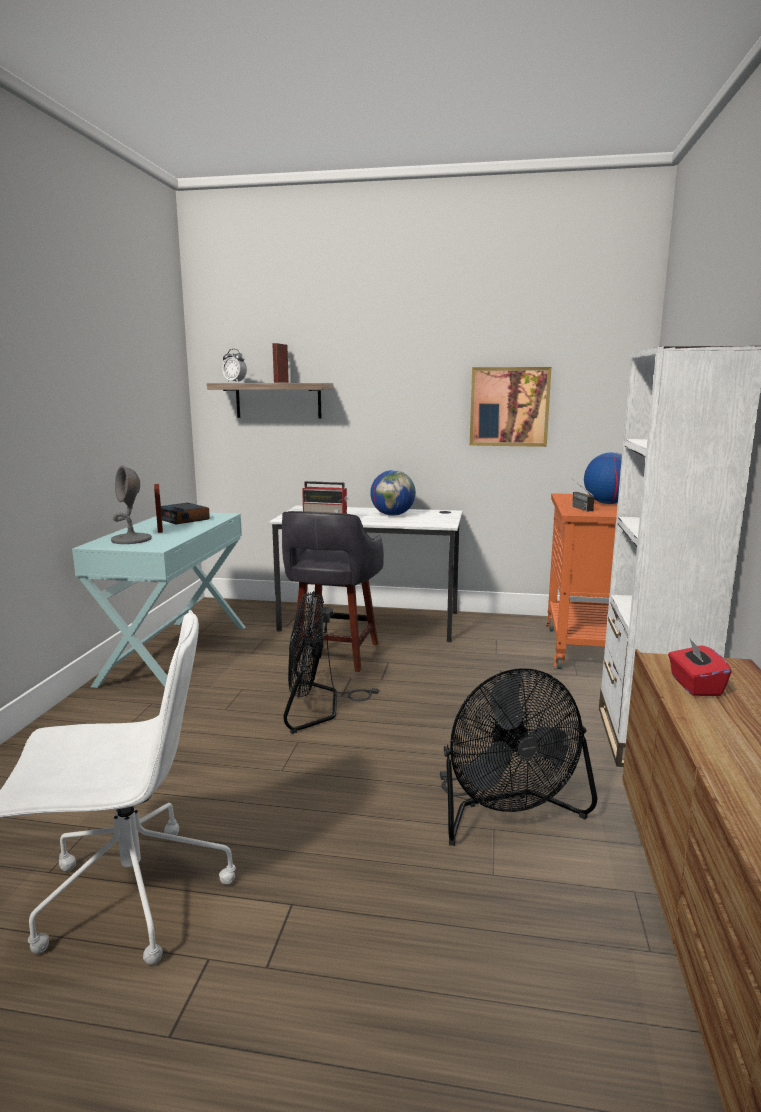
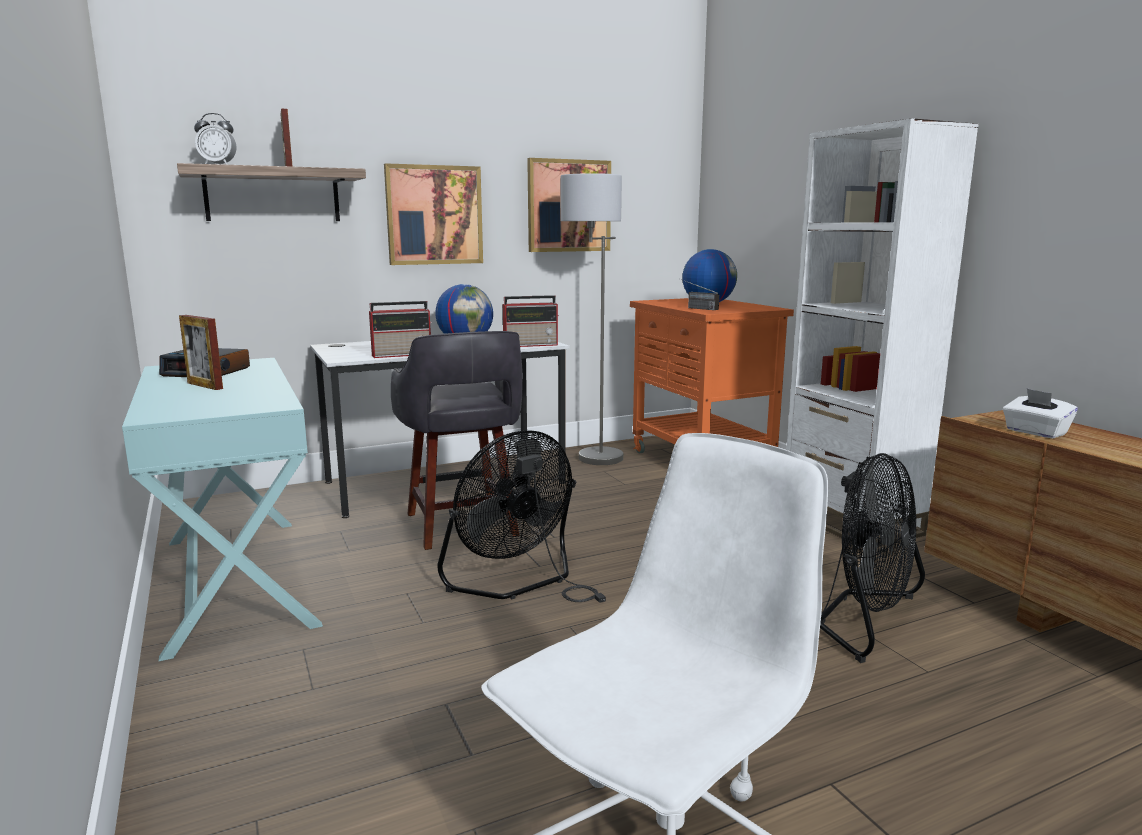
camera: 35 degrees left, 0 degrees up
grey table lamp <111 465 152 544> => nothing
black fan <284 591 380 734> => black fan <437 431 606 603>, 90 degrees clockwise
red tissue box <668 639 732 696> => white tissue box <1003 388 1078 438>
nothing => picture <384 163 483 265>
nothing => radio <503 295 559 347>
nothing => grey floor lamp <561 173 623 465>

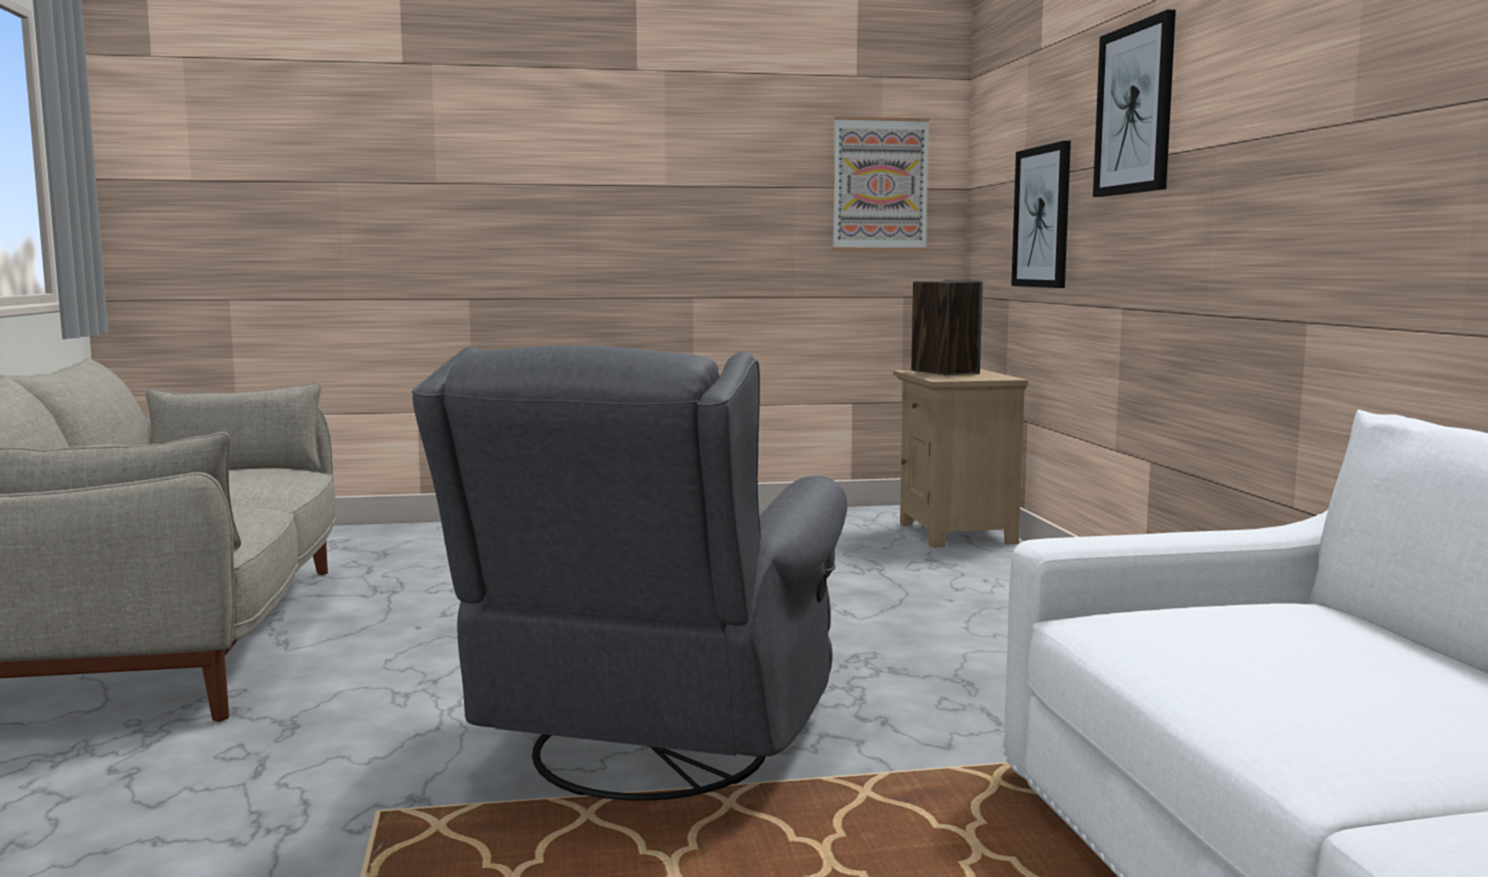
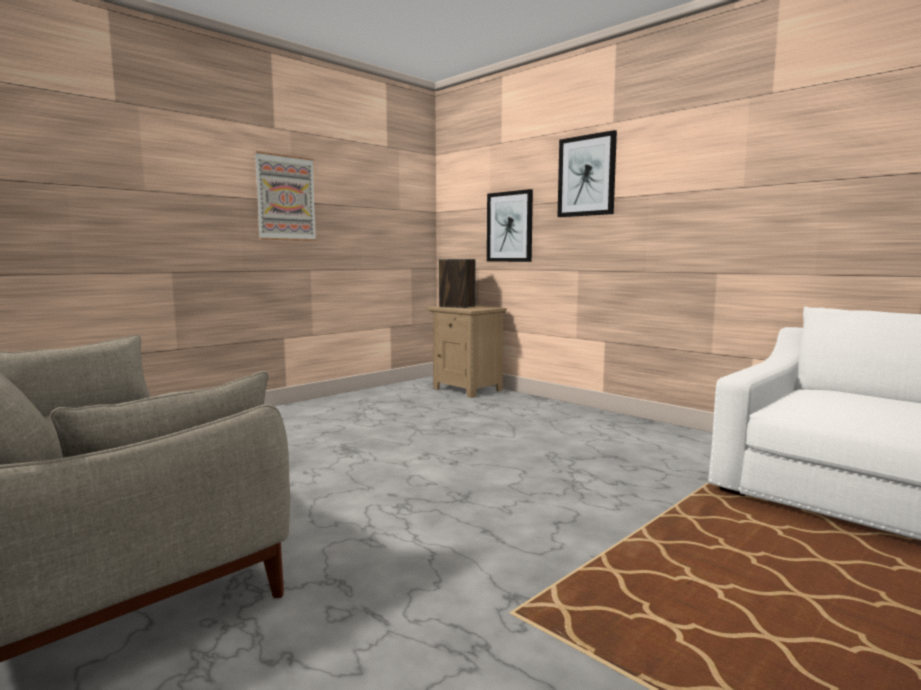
camera: 35 degrees left, 0 degrees up
grey armchair <412 345 848 801> => nothing
picture <833 116 930 250> => picture <254 151 317 241>, moved

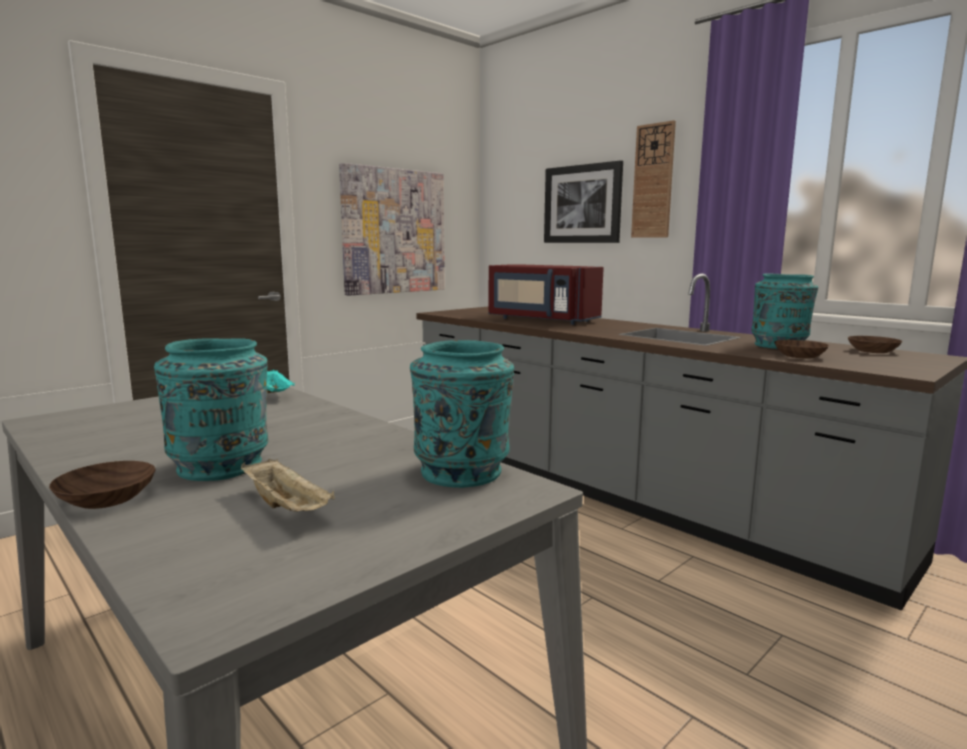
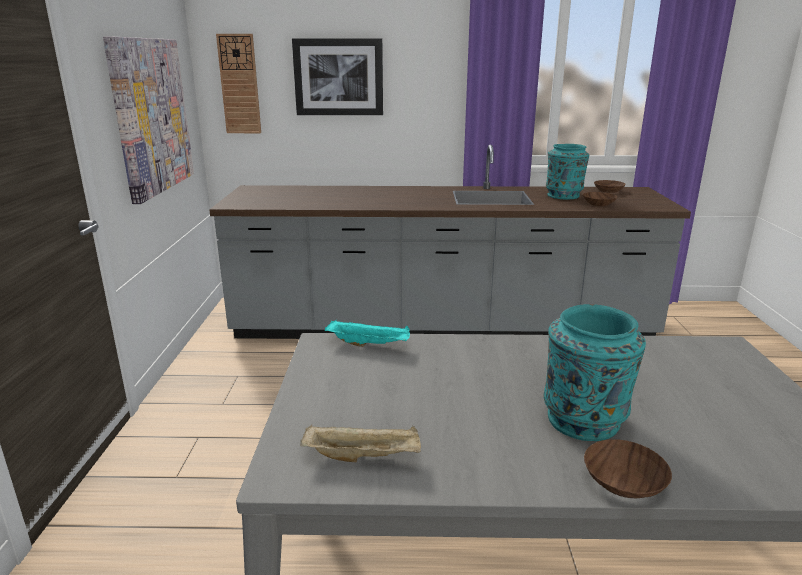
camera: 45 degrees left, 10 degrees up
beige tray <241 459 335 512> => beige tray <300 425 421 462>, moved
turquoise vase <410 340 514 488> => nothing
red microwave <488 264 604 325> => nothing
wall clock <631 120 676 238> => wall clock <216 34 261 133>, moved

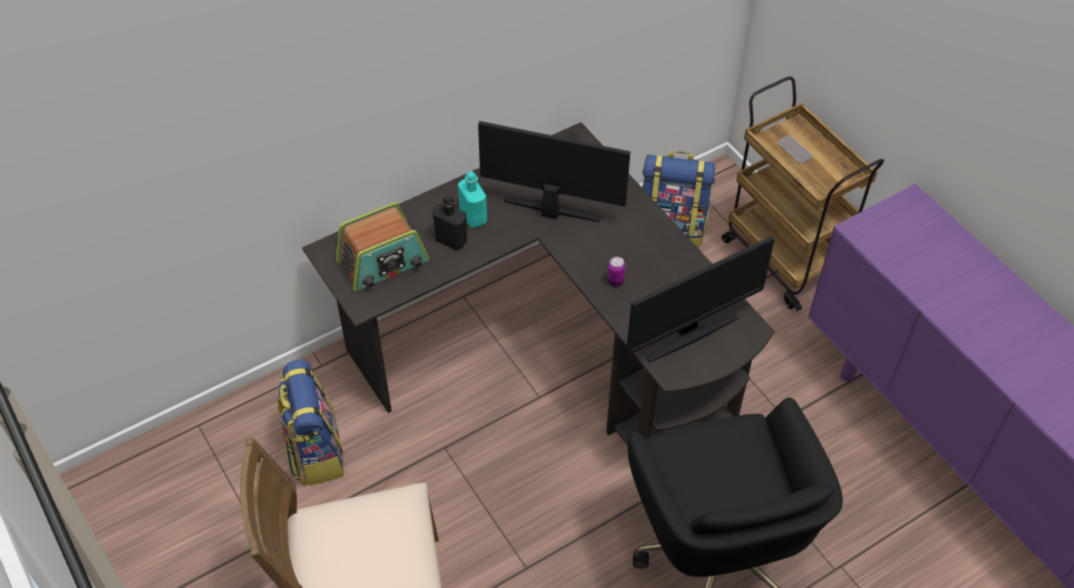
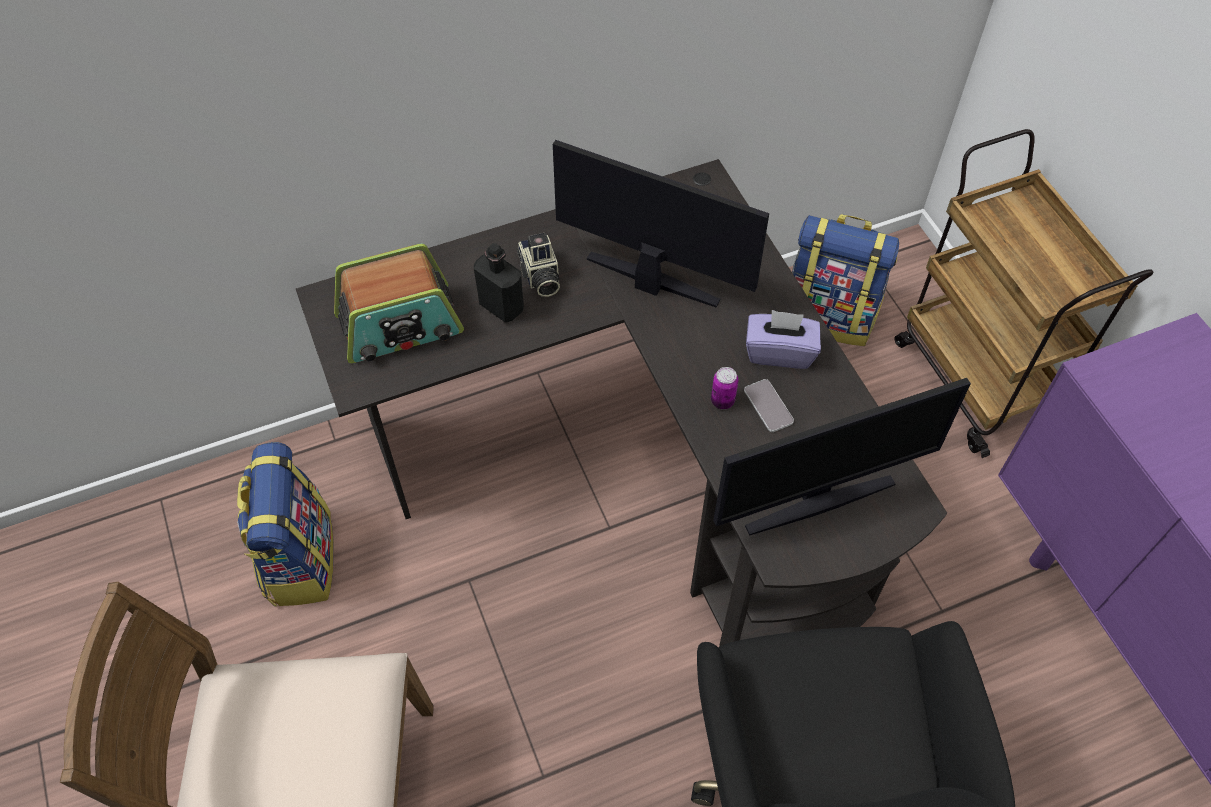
camera: 10 degrees right, 5 degrees up
turquoise bottle <458 171 487 228> => photo camera <516 233 560 297>
phone <778 136 813 163> => phone <744 379 794 432>, moved
nothing => purple tissue box <746 310 821 369>

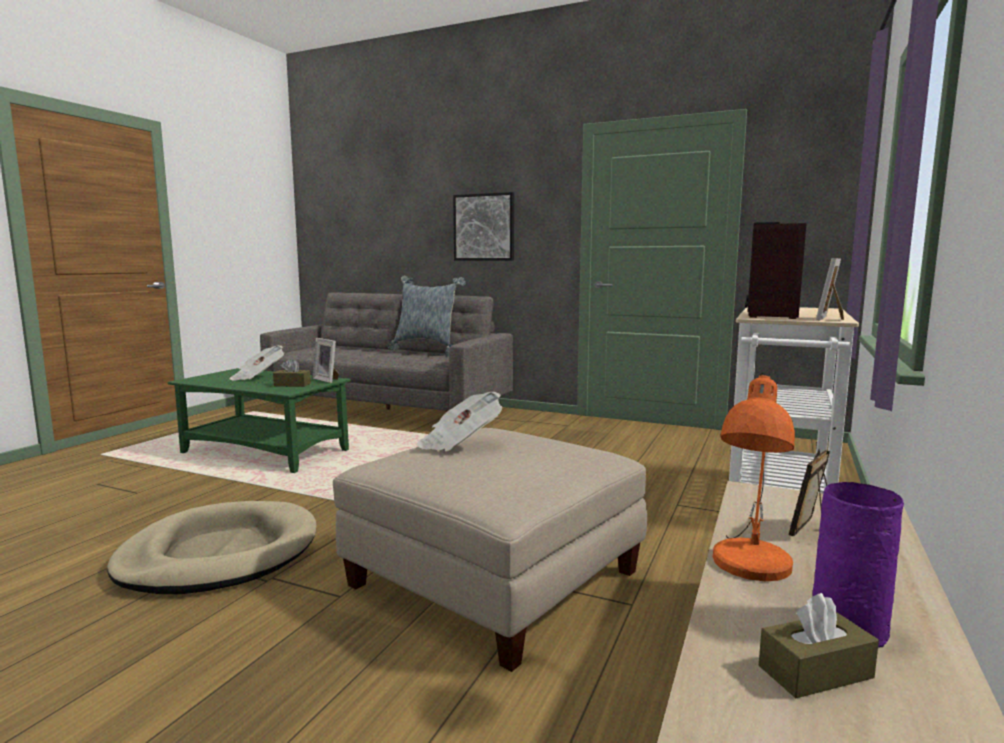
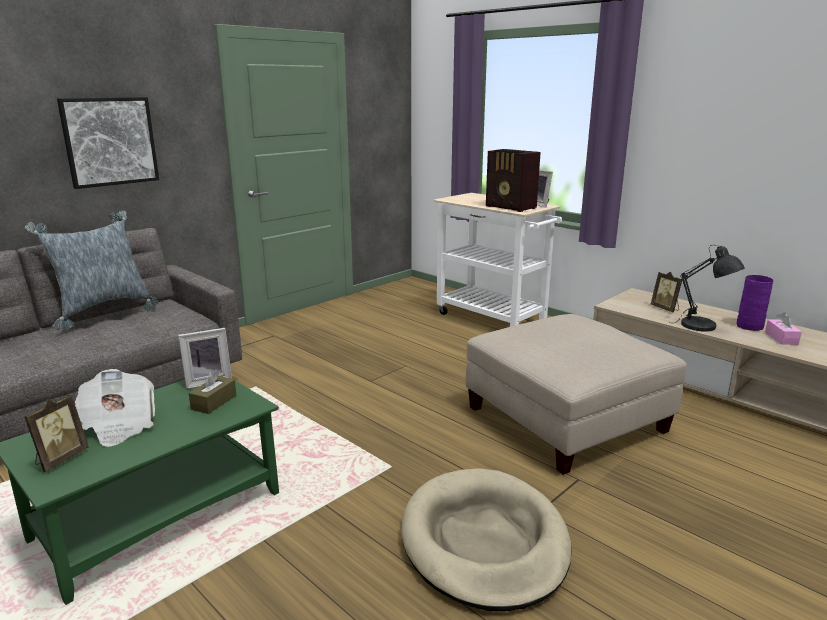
camera: 70 degrees left, 10 degrees up
newspaper <417 392 502 451> => nothing
orange table lamp <713 373 795 581> => grey table lamp <675 245 745 332>
brown tissue box <759 593 879 698> => pink tissue box <765 312 802 345>
nothing => picture frame <25 395 89 472>

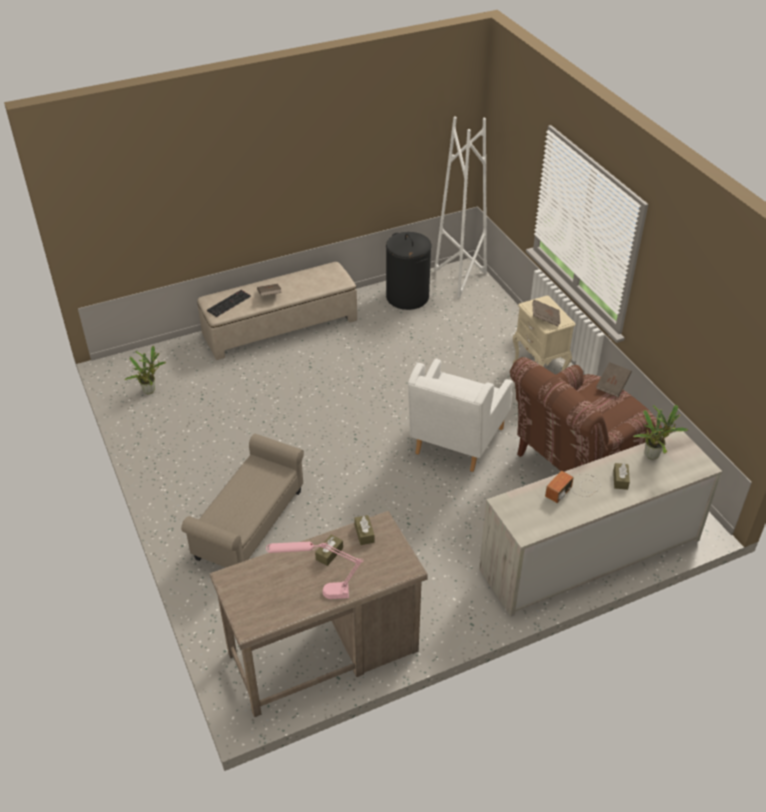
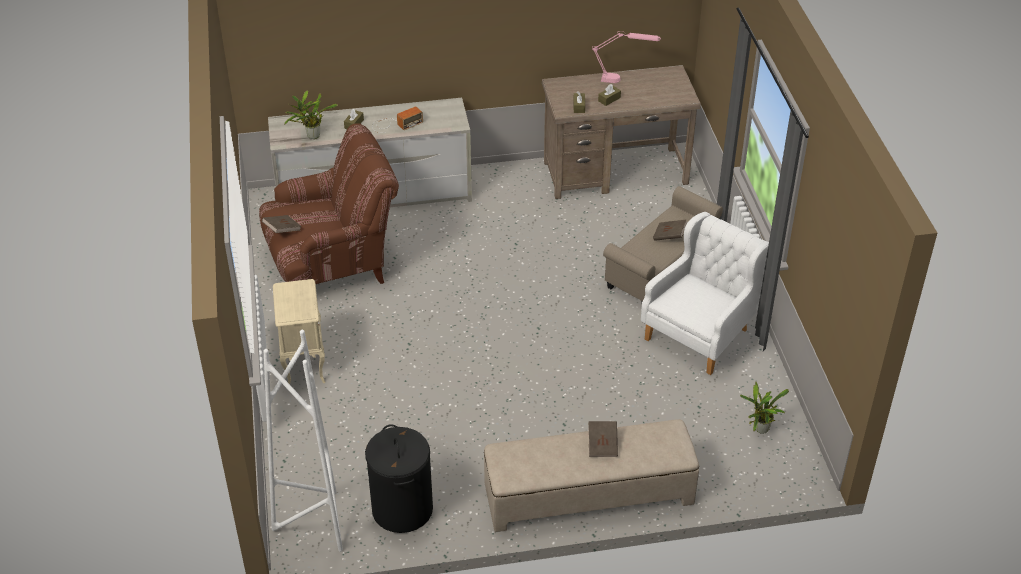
camera: 165 degrees left, 0 degrees up
keyboard <207 290 251 317> => nothing
white armchair <408 359 513 472> => white armchair <641 212 769 375>, moved
brown book <533 300 561 326> => brown book <653 220 687 241>, moved

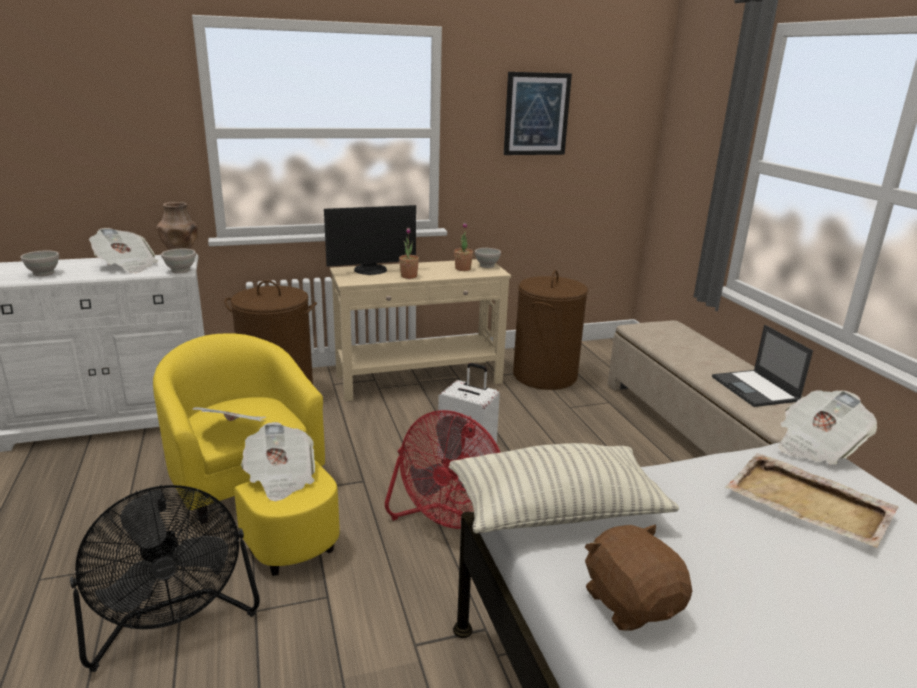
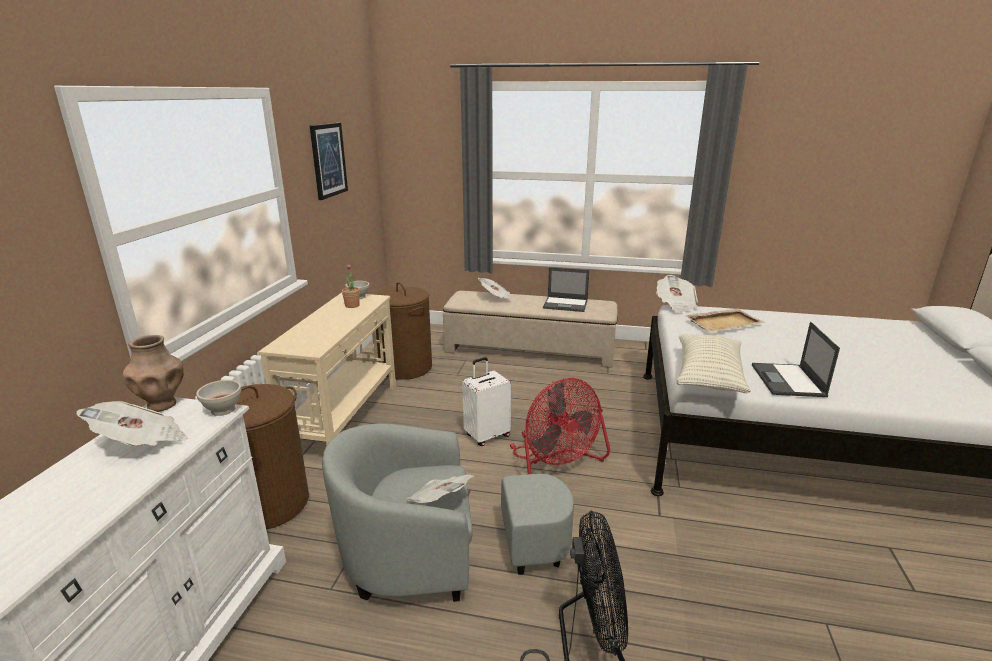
camera: 60 degrees left, 0 degrees up
white bowl <20 251 59 276> => nothing
yellow armchair <153 333 340 576> => grey armchair <322 423 574 602>
newspaper <241 422 315 501> => newspaper <478 278 514 301>, moved
monitor <324 205 416 275> => nothing
potted plant <399 227 419 279> => nothing
brown plush toy <585 524 692 630> => laptop <752 322 840 397>

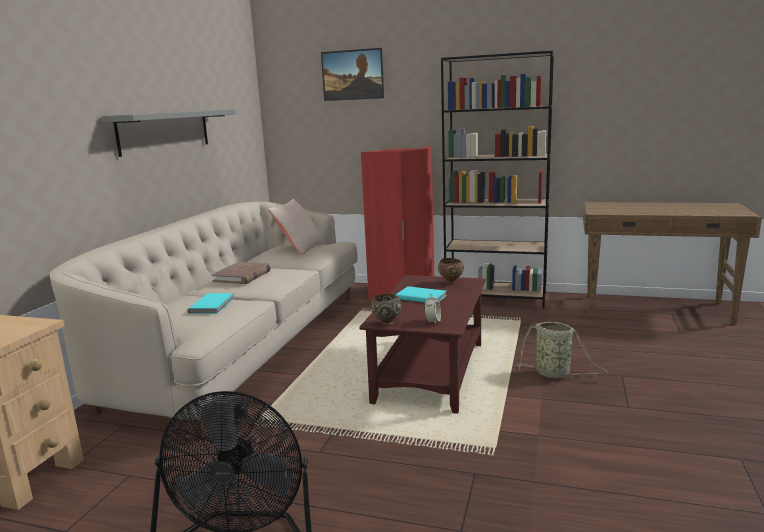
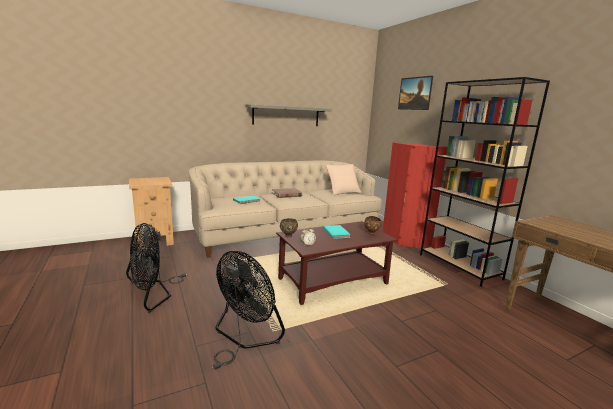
camera: 45 degrees right, 0 degrees up
basket <516 322 608 378> => nothing
nothing => black fan <213 251 285 370>

